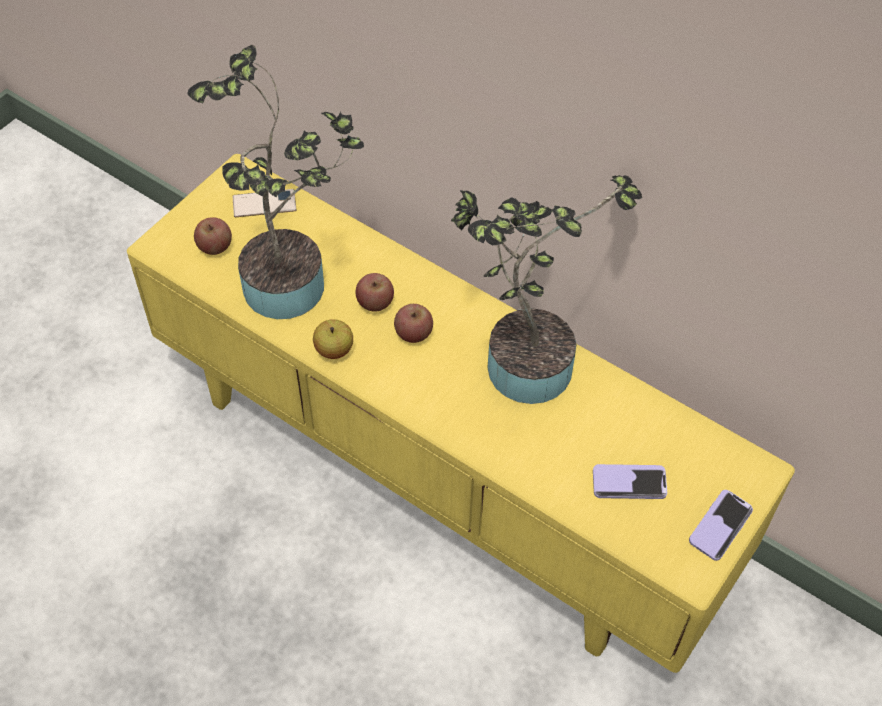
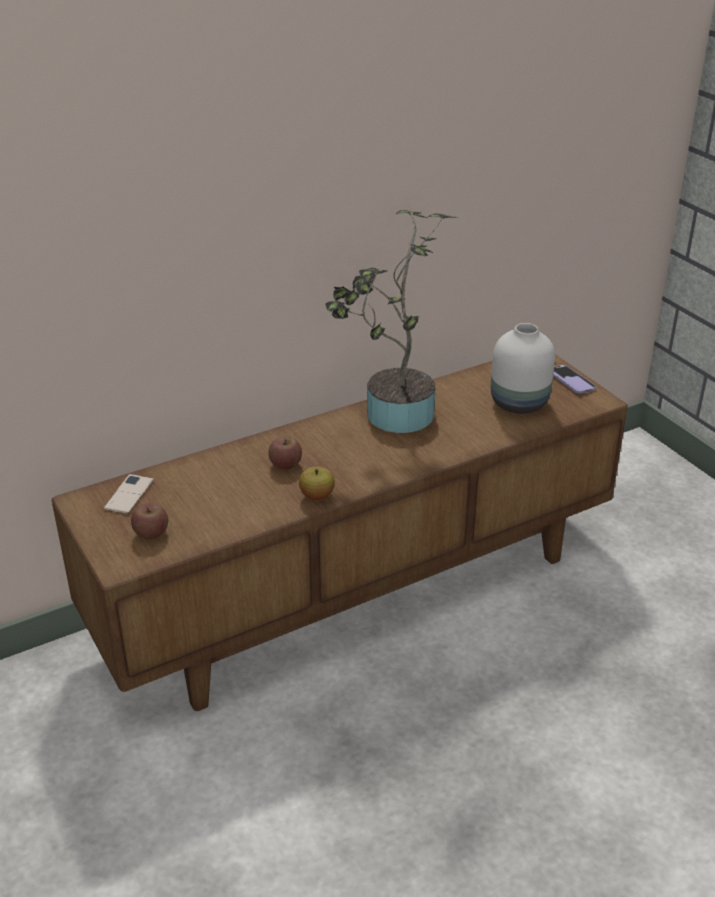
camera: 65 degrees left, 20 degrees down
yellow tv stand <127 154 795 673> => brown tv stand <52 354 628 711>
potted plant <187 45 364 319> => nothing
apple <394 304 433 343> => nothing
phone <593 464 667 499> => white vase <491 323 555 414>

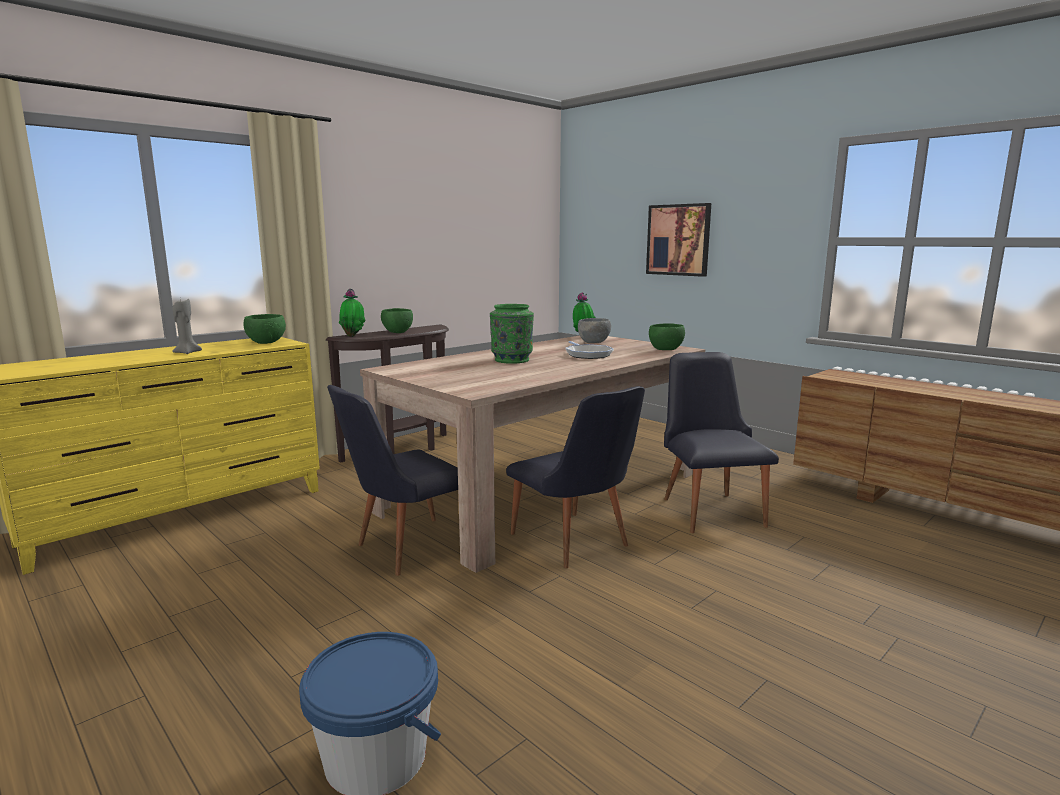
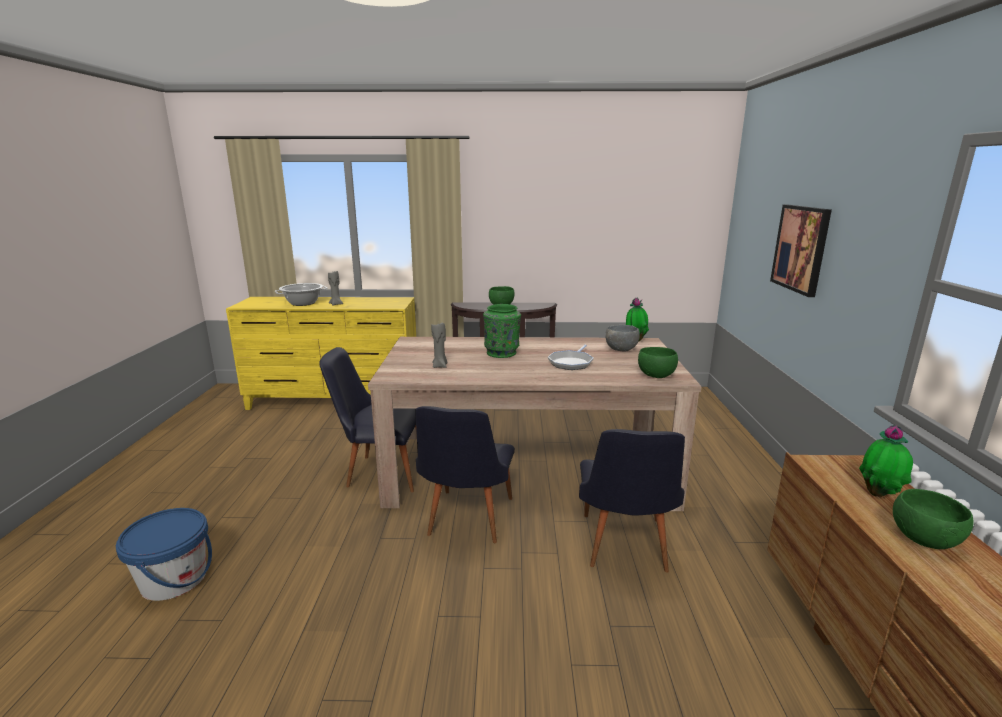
camera: 45 degrees right, 5 degrees up
green bowl <243 314 286 344> => green bowl <893 489 974 549>, moved
potted plant <339 289 366 337> => potted plant <859 425 913 497>, moved
black chair <664 352 779 533> => black chair <579 429 685 573>, 150 degrees clockwise
nothing => cooking pot <275 283 328 306>
nothing => grey candle <431 322 448 368>

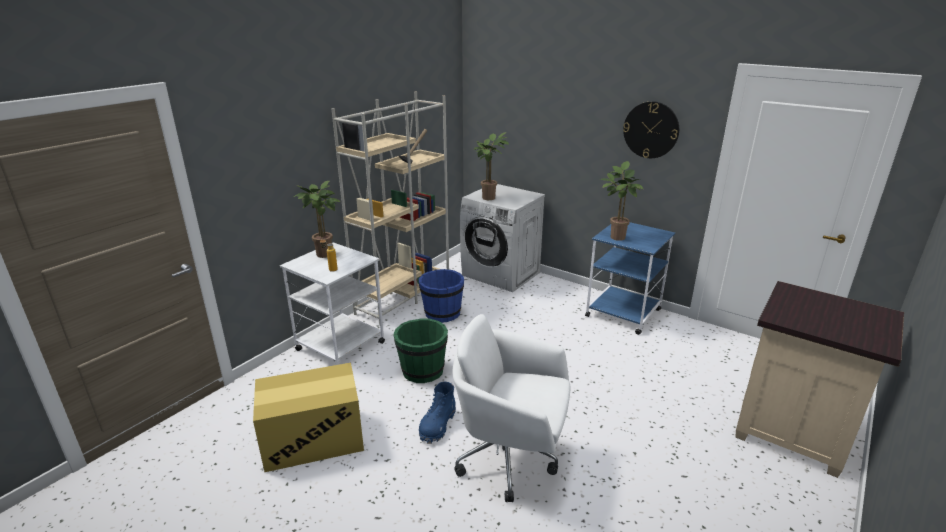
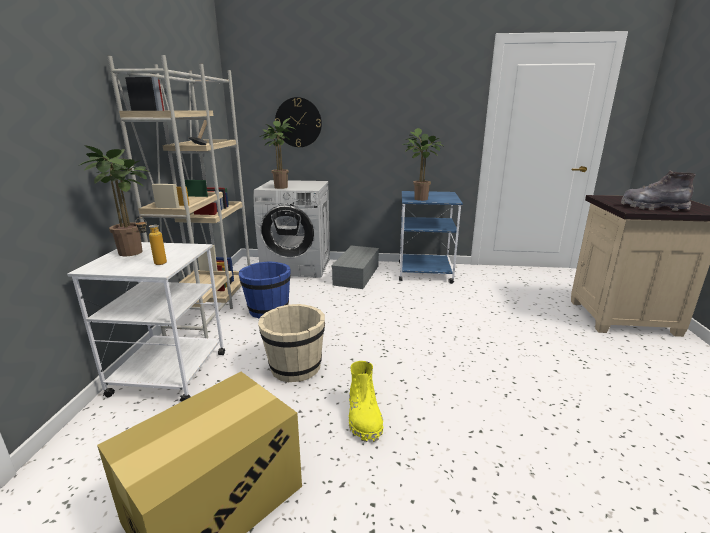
camera: 30 degrees left, 5 degrees down
green bucket <393 318 448 383> => beige bucket <258 304 325 382>
blue boot <419 382 456 444> => yellow boot <349 361 383 442>
white office chair <453 314 570 502> => nothing
wall clock <623 101 679 158> => wall clock <275 97 322 147>, moved
nothing => grey storage box <331 246 379 289>
nothing => grey boot <621 170 696 211>

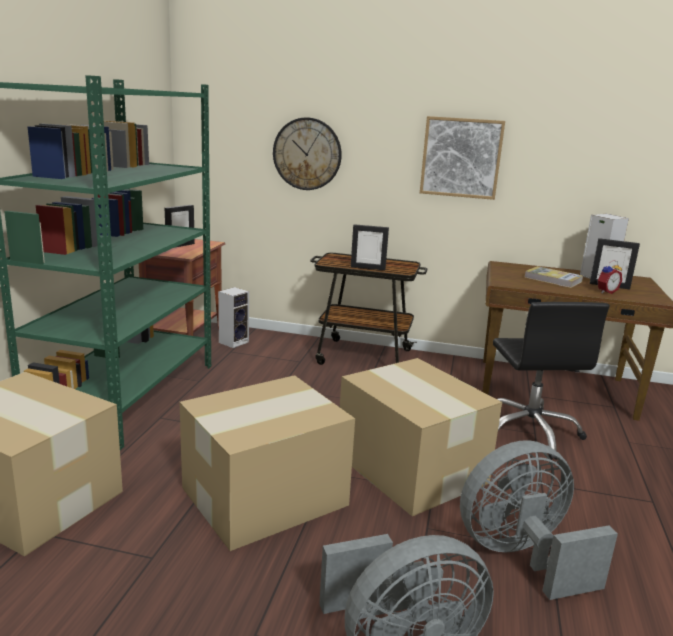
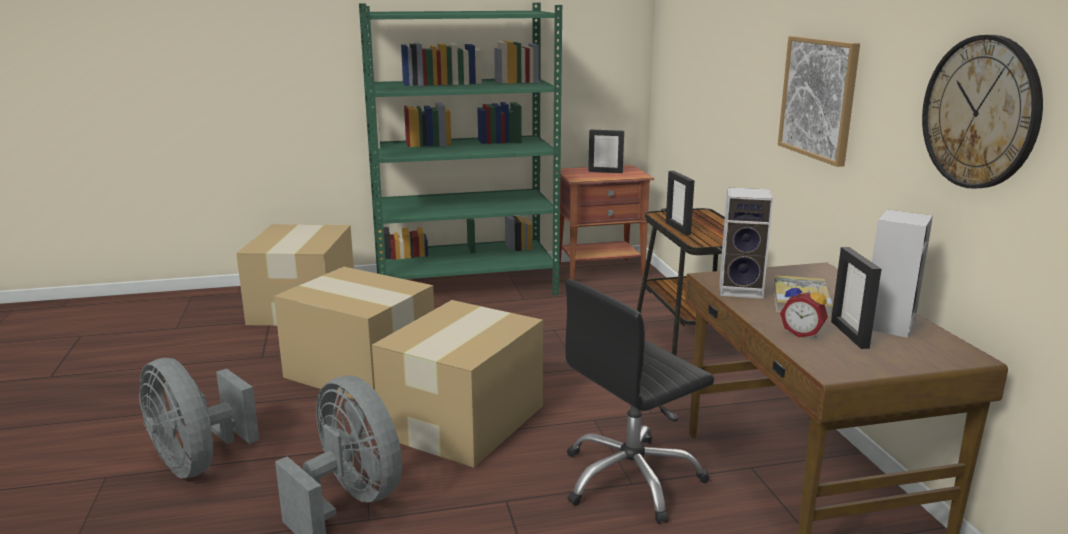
camera: 65 degrees right, 0 degrees up
speaker <218 287 249 348> => speaker <720 187 773 299>, moved
wall clock <273 118 342 190> => wall clock <922 35 1043 189>, moved

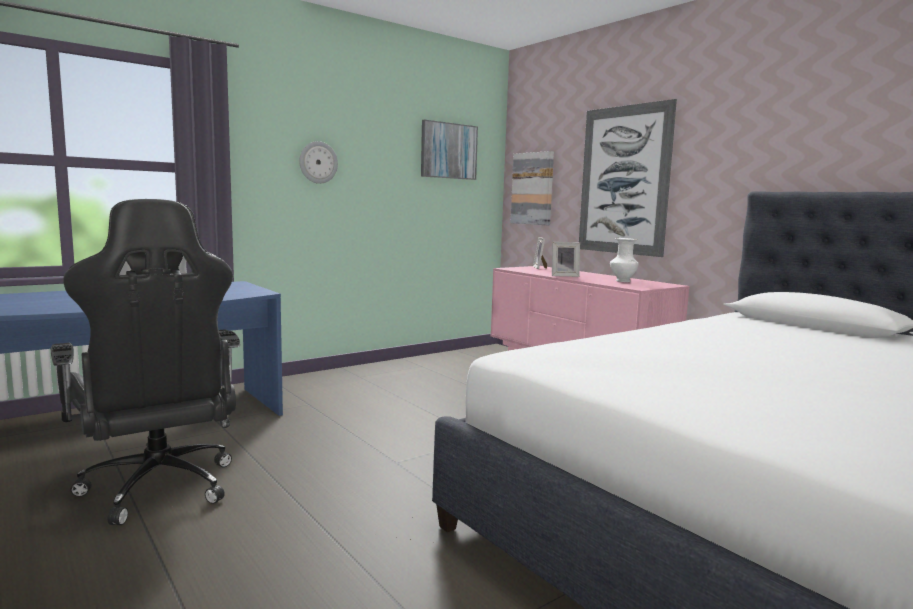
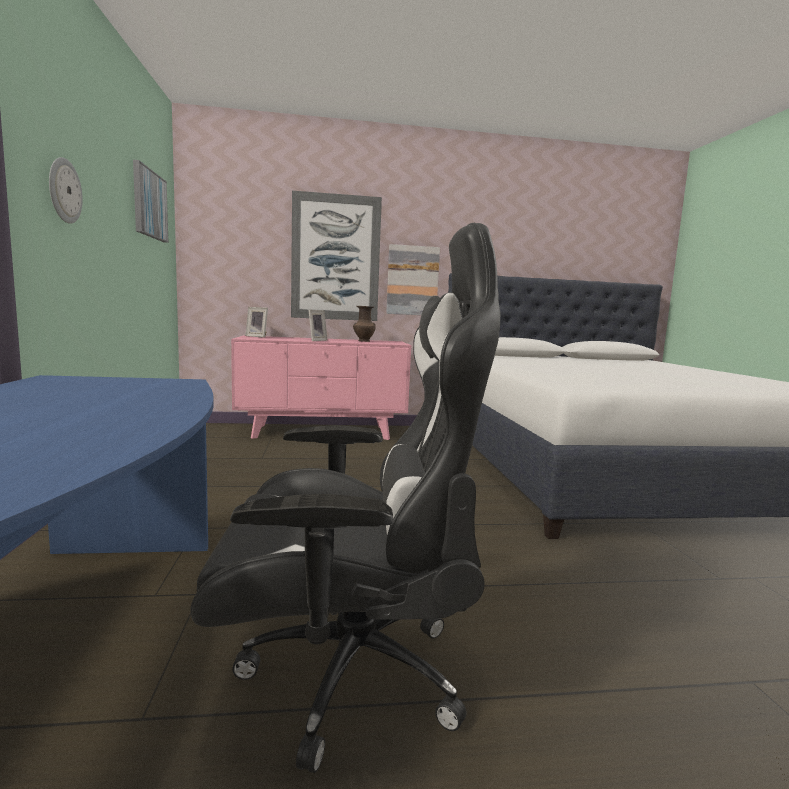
camera: 60 degrees left, 0 degrees up
picture <511 151 554 225> => picture <386 244 440 315>, moved
white vase <610 238 638 282> => brown vase <353 306 376 342>

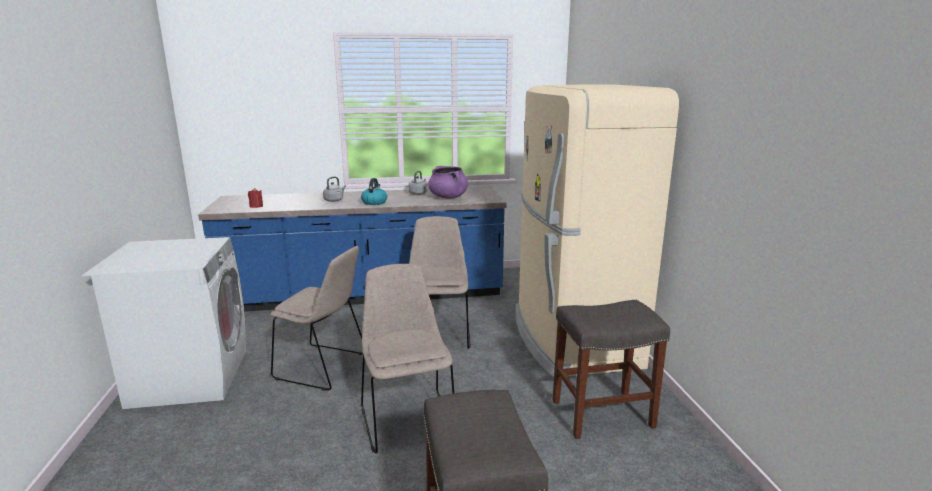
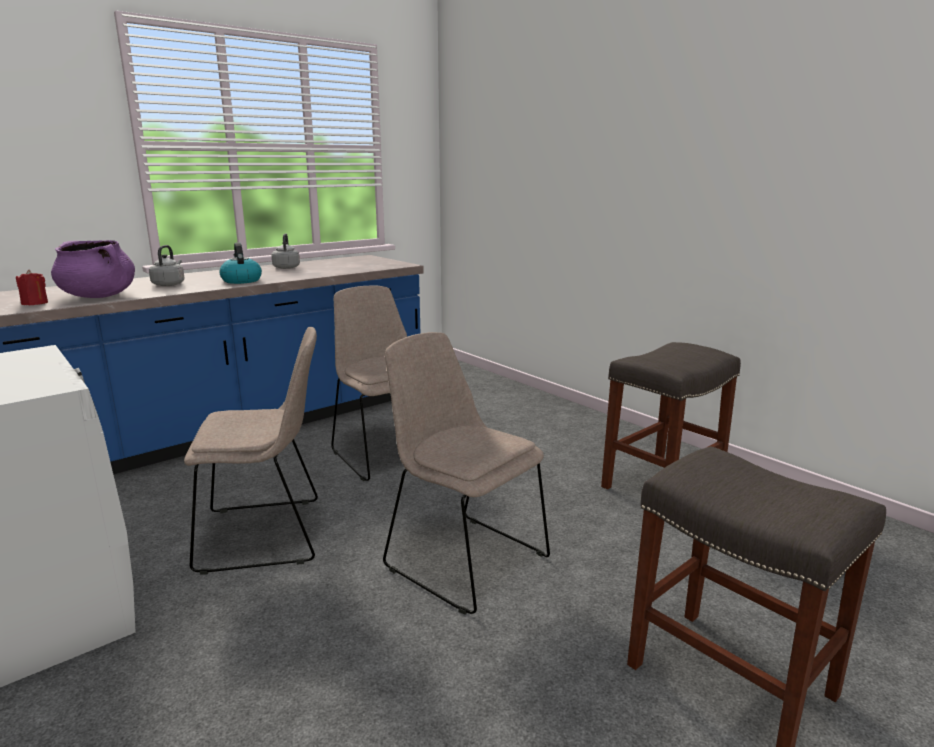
camera: 30 degrees left, 0 degrees up
purple cooking pot <428 166 468 199> => purple cooking pot <51 240 135 298>, moved
beige fridge <515 84 679 378> => nothing

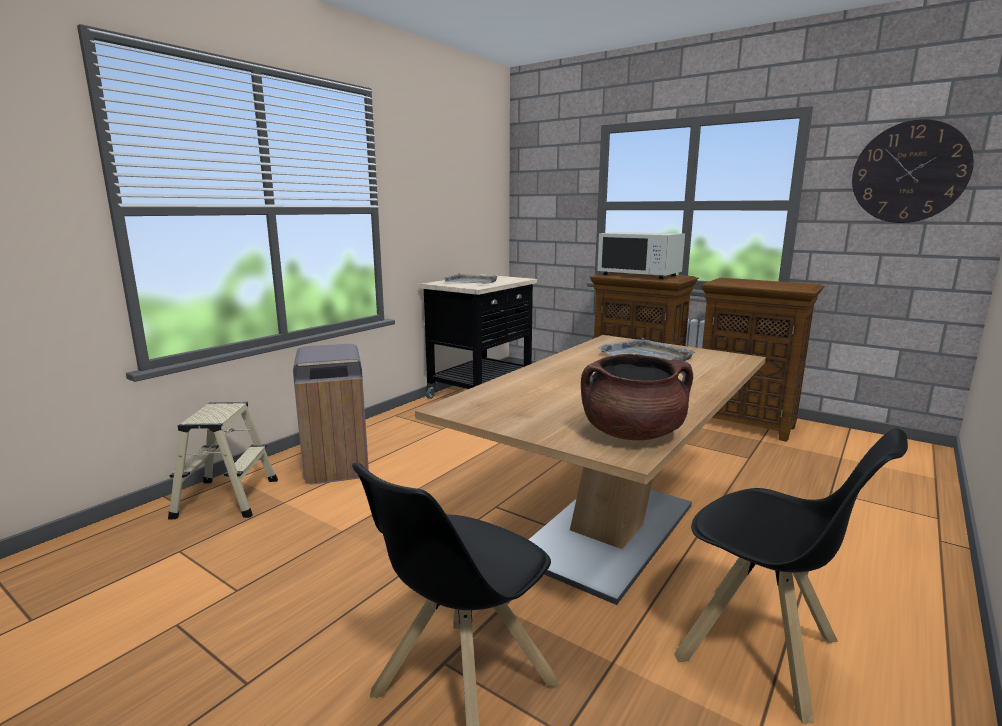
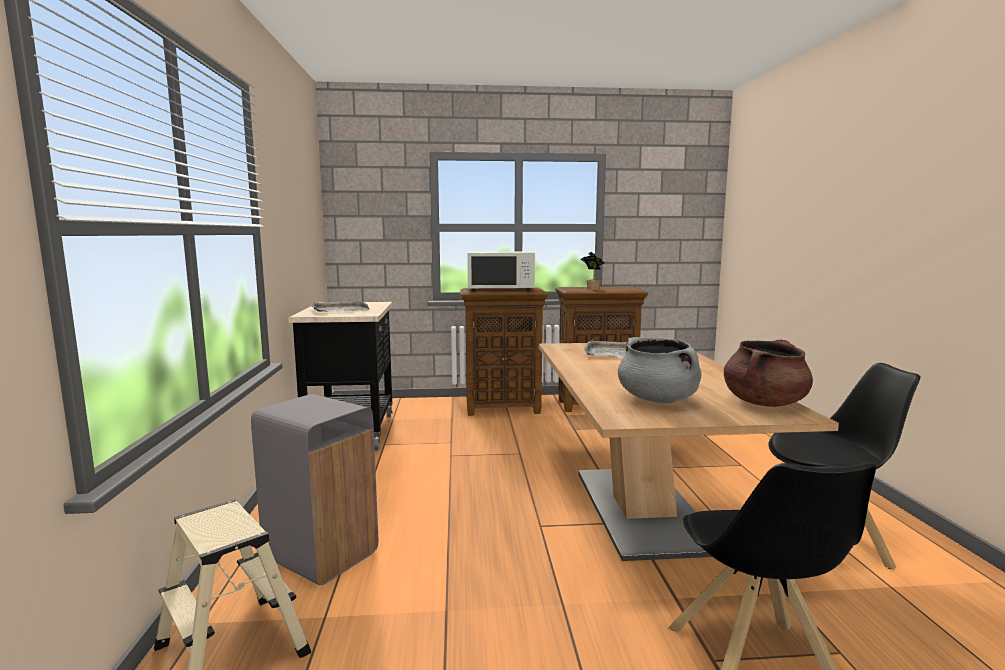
camera: 40 degrees left, 5 degrees down
wall clock <852 119 974 223> => nothing
nothing => potted plant <580 252 605 290>
nothing => grey cooking pot <618 337 702 403>

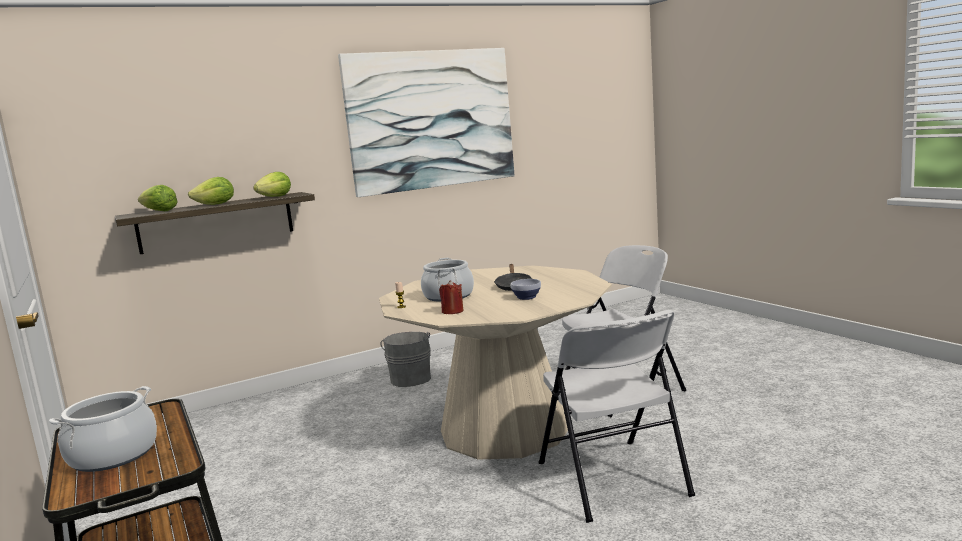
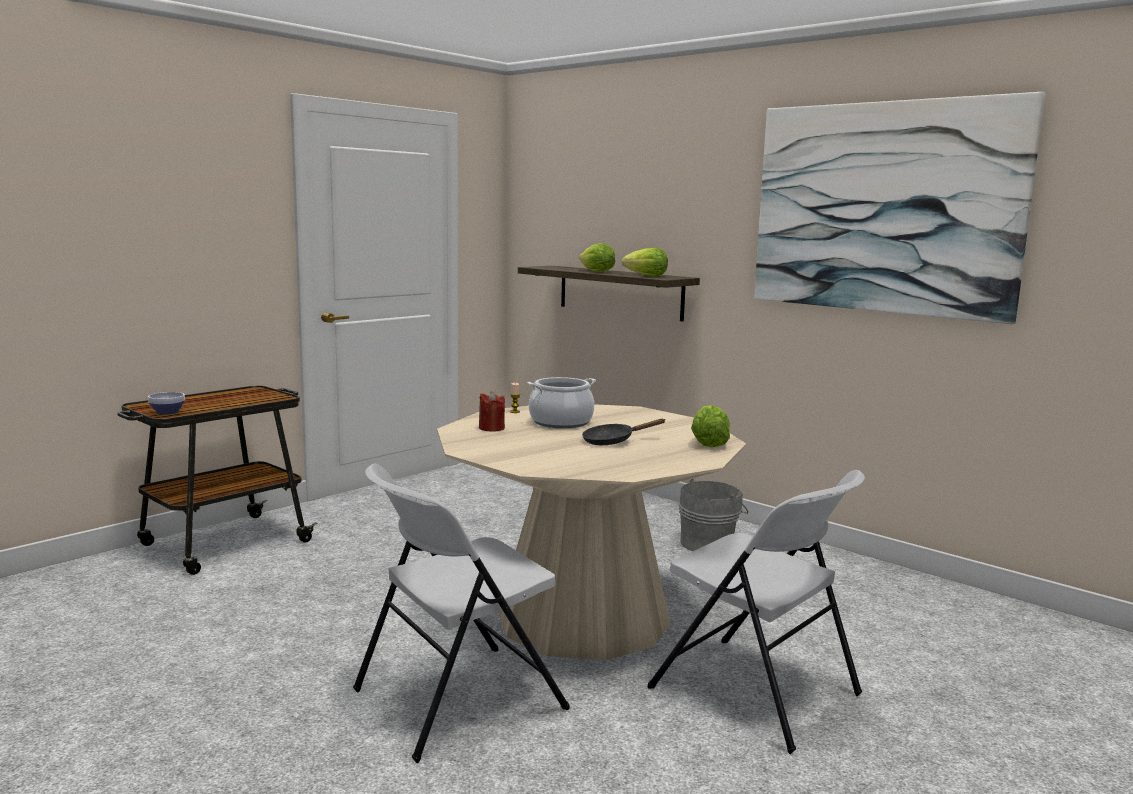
camera: 70 degrees right, 0 degrees up
cooking pot <49 386 157 472> => nothing
lettuce <138 185 178 211> => lettuce <691 405 730 447>, moved
bowl <511 279 541 300> => bowl <148 392 185 415>, moved

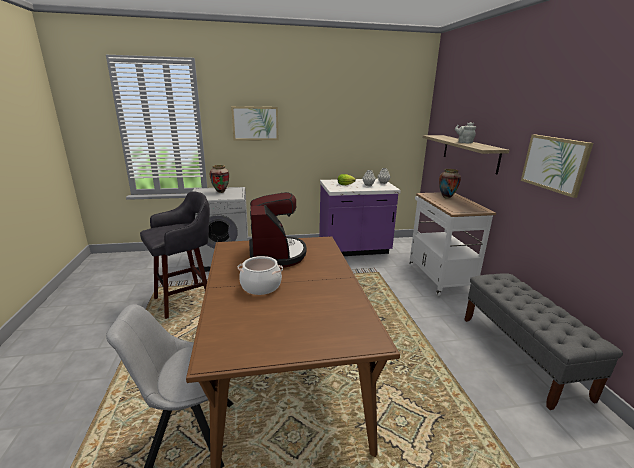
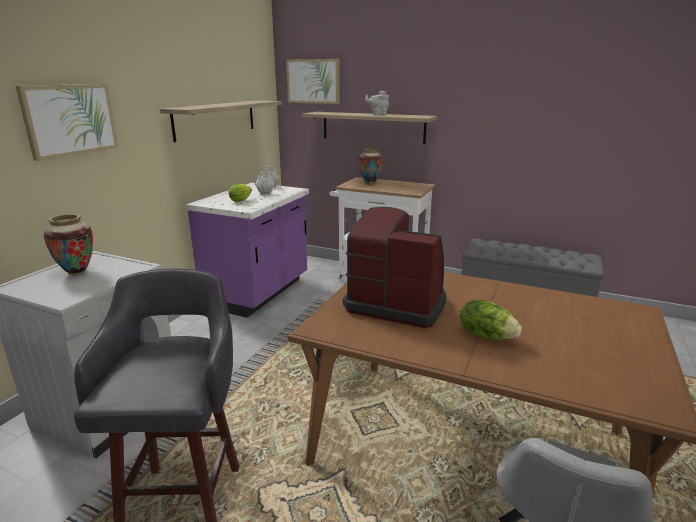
camera: 55 degrees left, 0 degrees up
cooking pot <238 256 283 295> => lettuce <460 300 522 340>
picture <521 134 593 198> => picture <286 59 340 104>, moved
nothing => shelf <160 100 282 142>

